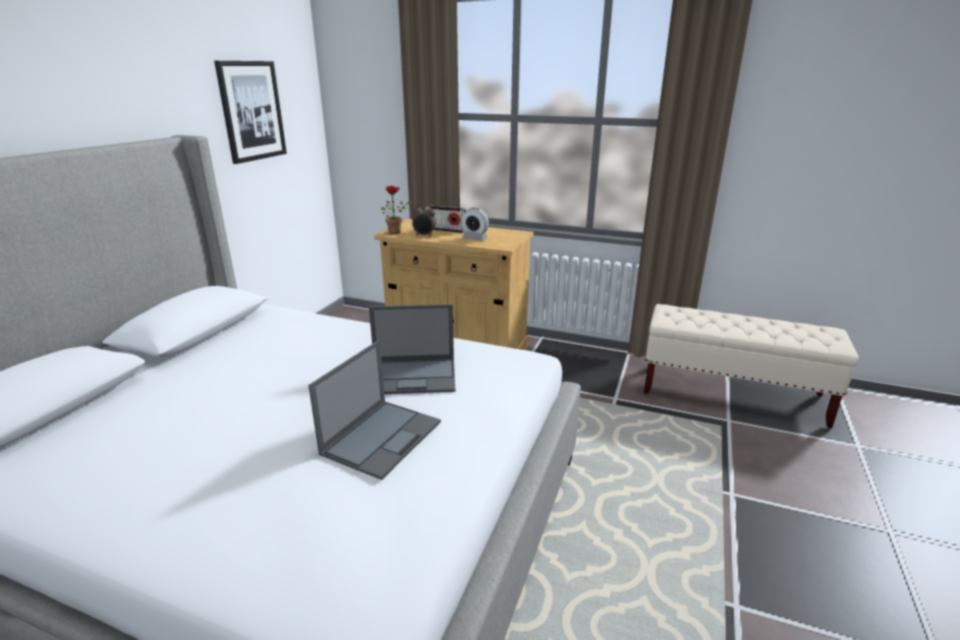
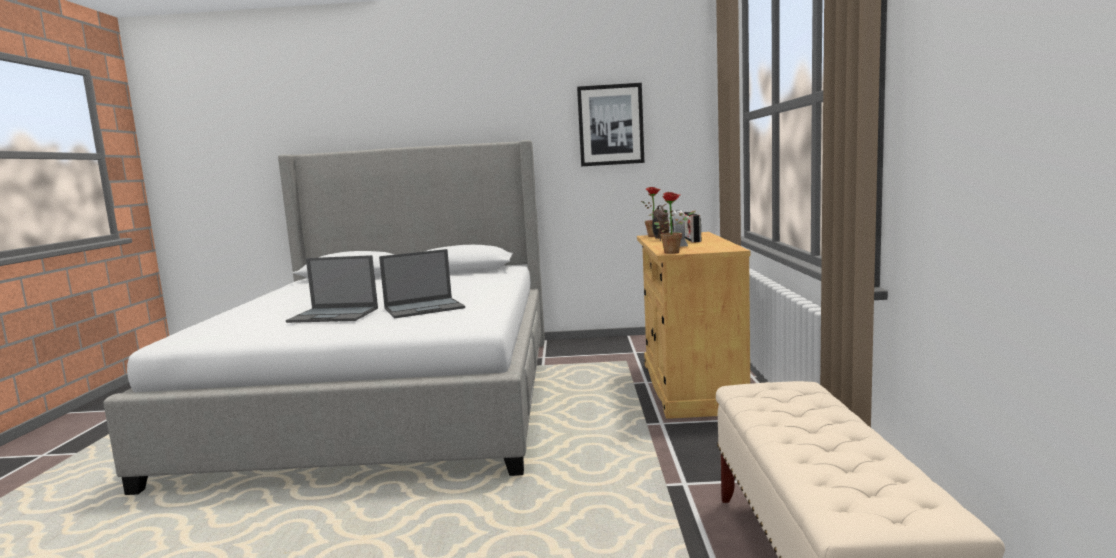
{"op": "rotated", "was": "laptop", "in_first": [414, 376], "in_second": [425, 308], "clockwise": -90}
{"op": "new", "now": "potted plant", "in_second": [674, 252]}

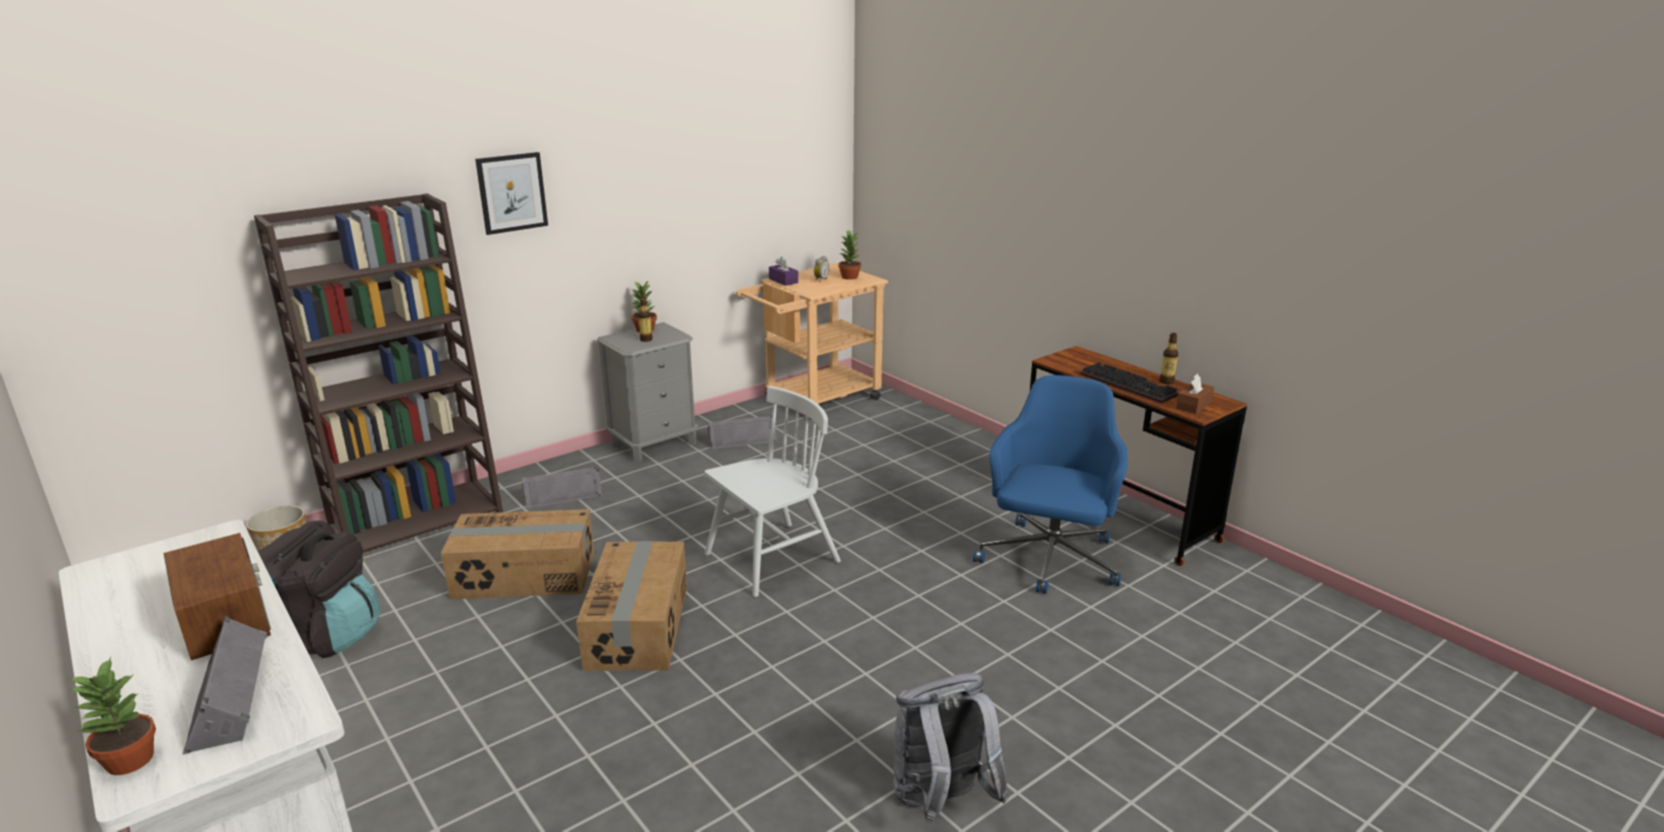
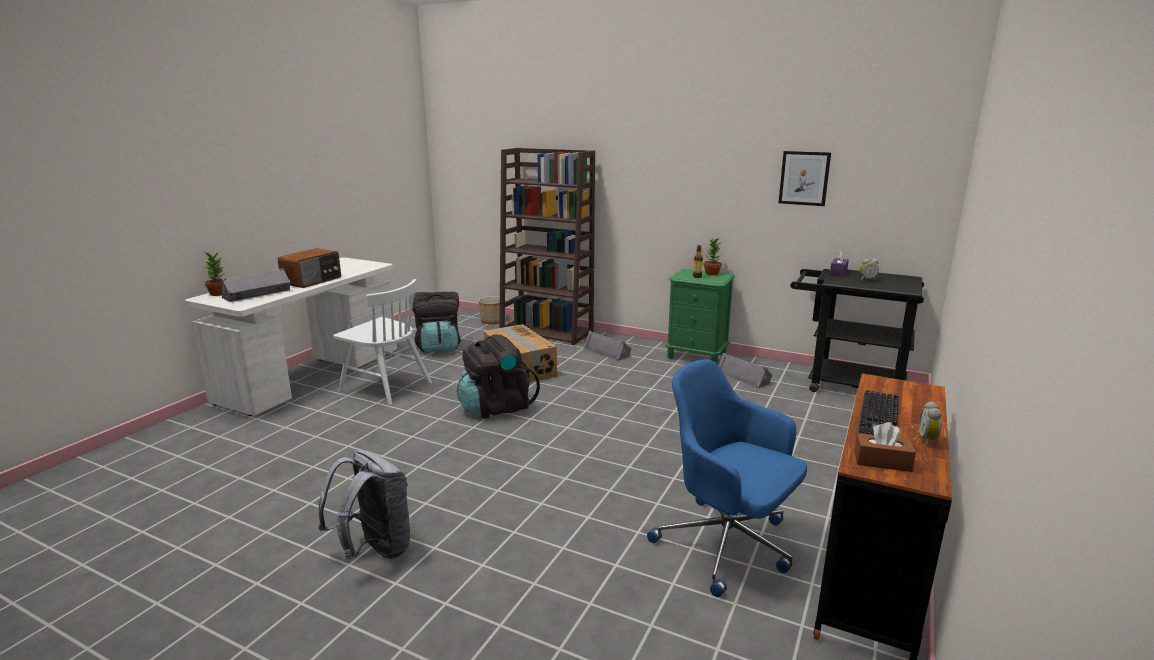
{"op": "shifted", "was": "picture", "in_first": [512, 193], "in_second": [804, 178]}
{"op": "swapped", "was": "cardboard box", "now": "backpack/black", "in_first": [639, 626], "in_second": [496, 408]}
{"op": "repainted", "was": "nightstand/grey", "now": "nightstand/green", "in_first": [655, 444], "in_second": [697, 356]}
{"op": "shifted", "was": "chair/white", "in_first": [772, 559], "in_second": [385, 387]}
{"op": "repainted", "was": "cart/beige", "now": "cart/black", "in_first": [814, 400], "in_second": [845, 384]}
{"op": "gone", "was": "potted plant", "in_first": [850, 277]}
{"op": "rotated", "was": "office chair/blue", "in_first": [1049, 561], "in_second": [727, 545], "clockwise": -135}
{"op": "swapped", "was": "bottle", "now": "alarm clock", "in_first": [1166, 381], "in_second": [929, 441]}

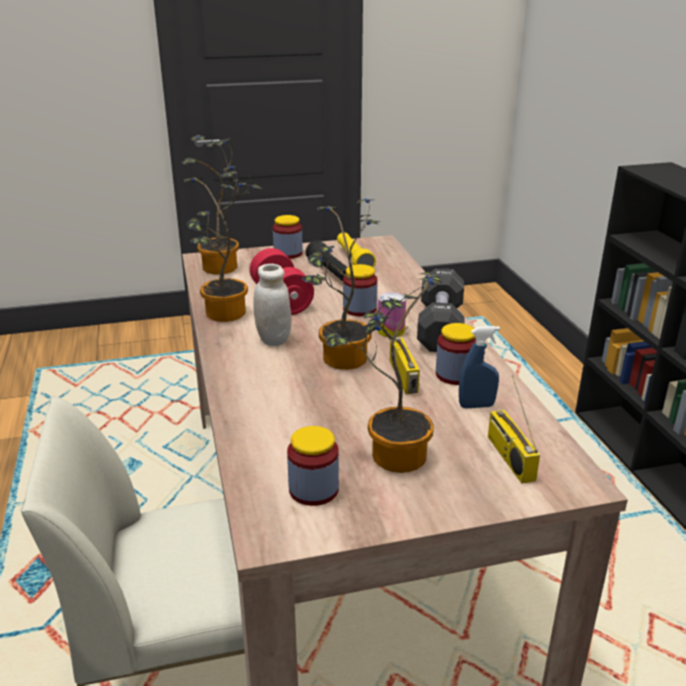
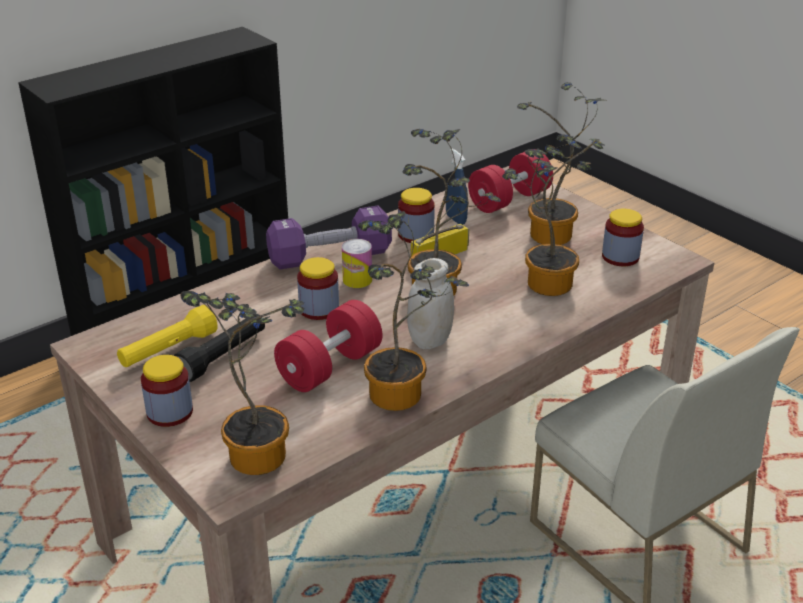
{"op": "repainted", "was": "dumbbell/black", "now": "dumbbell/purple", "in_first": [440, 327], "in_second": [330, 256]}
{"op": "swapped", "was": "radio", "now": "dumbbell/red", "in_first": [508, 457], "in_second": [509, 200]}
{"op": "new", "now": "potted plant", "in_second": [544, 281]}

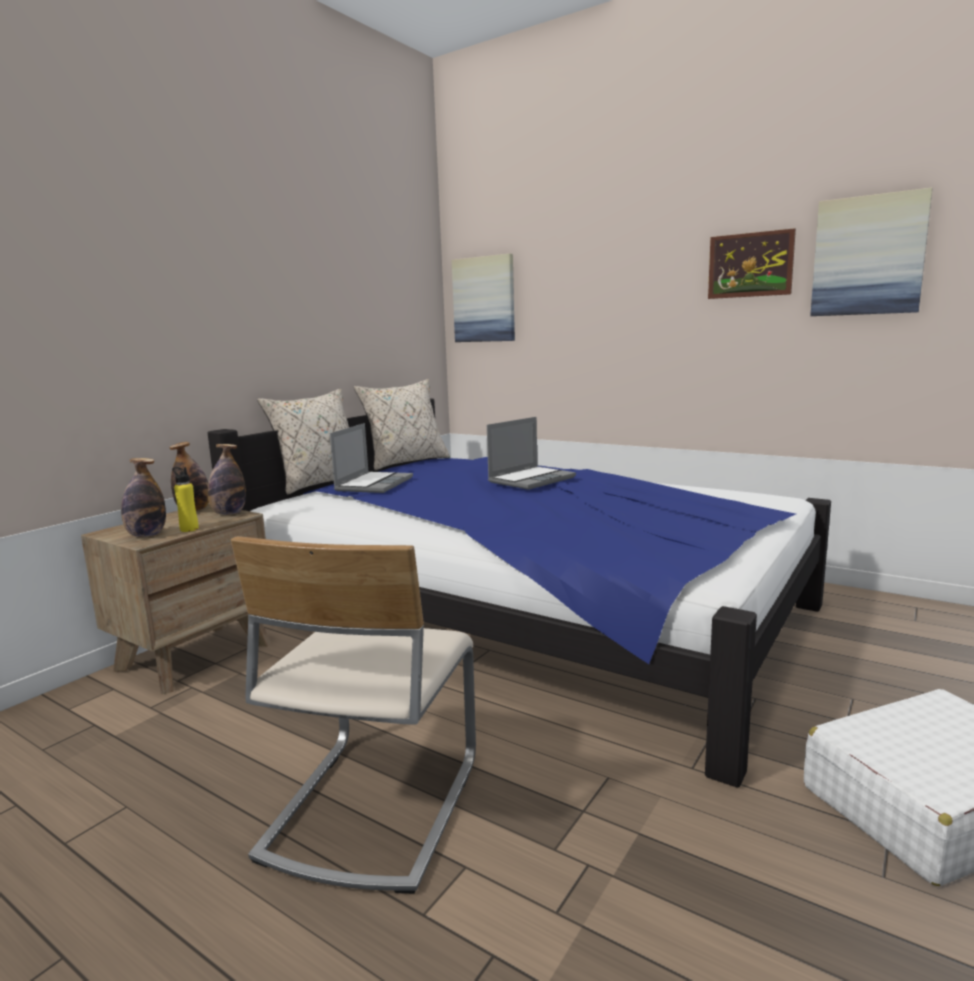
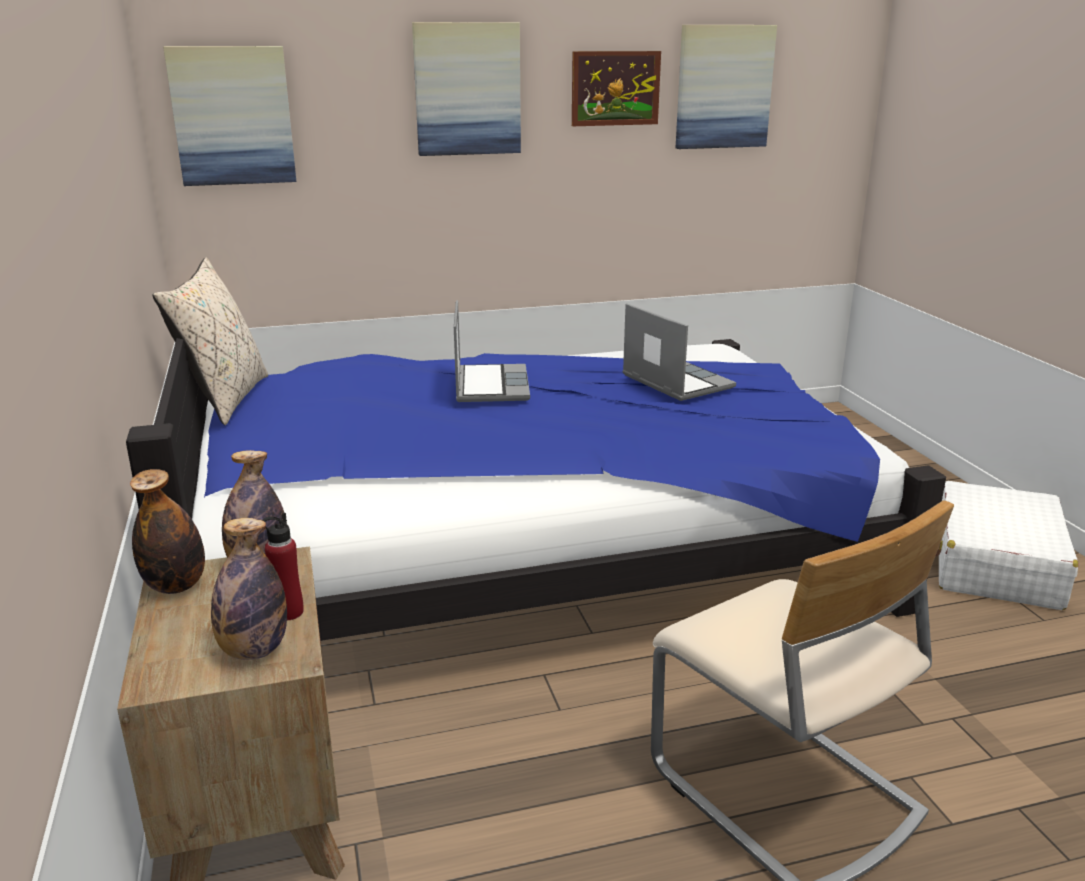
{"op": "repainted", "was": "bottle/yellow", "now": "bottle/red", "in_first": [189, 529], "in_second": [288, 612]}
{"op": "gone", "was": "pillow/beige", "in_first": [320, 483]}
{"op": "shifted", "was": "laptop", "in_first": [374, 484], "in_second": [675, 382]}
{"op": "new", "now": "picture", "in_second": [467, 89]}

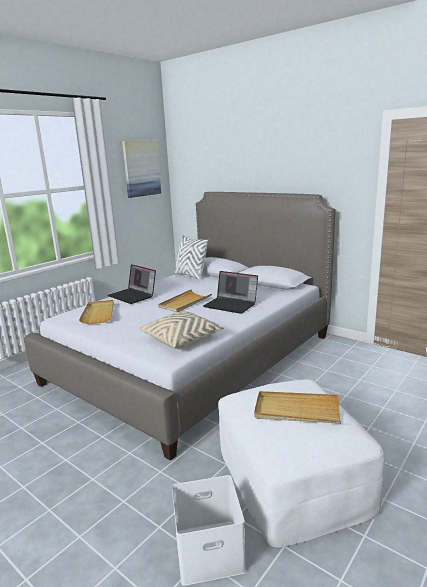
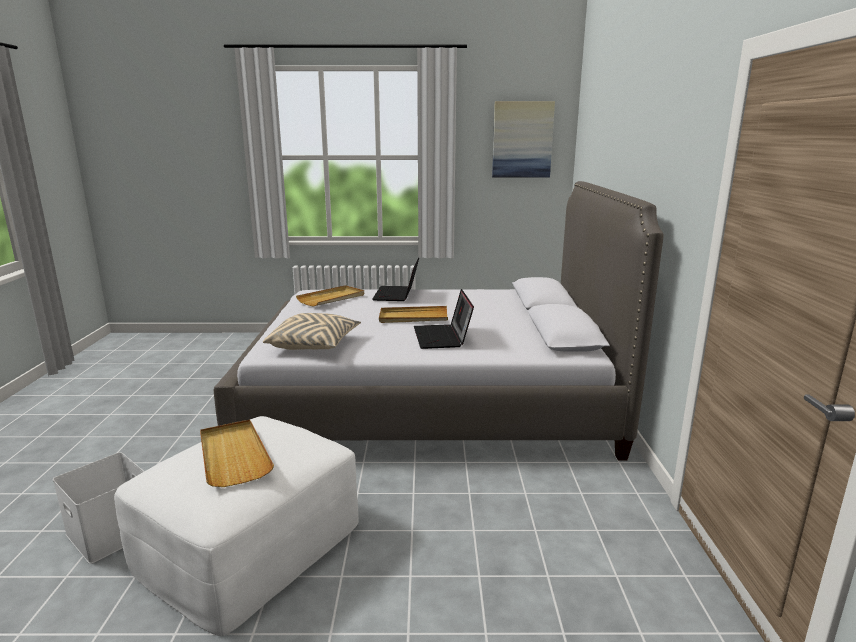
{"op": "gone", "was": "pillow/white", "in_first": [191, 275]}

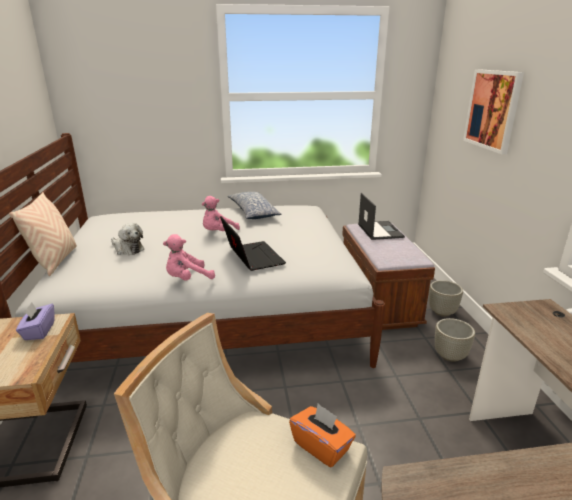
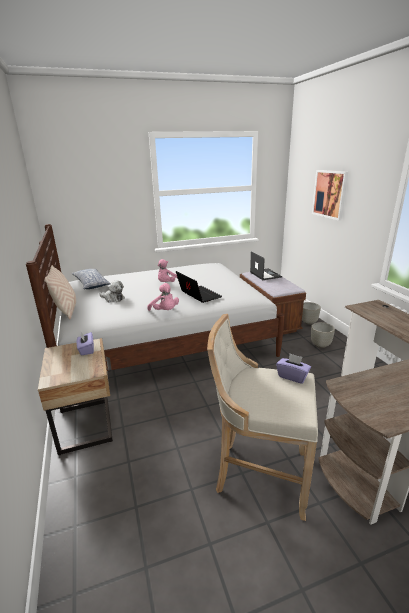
{"op": "rotated", "was": "plush toy/pink", "in_first": [187, 279], "in_second": [165, 311], "clockwise": -90}
{"op": "shifted", "was": "pillow", "in_first": [253, 212], "in_second": [91, 284]}
{"op": "repainted", "was": "tissue box/orange", "now": "tissue box/purple", "in_first": [321, 446], "in_second": [292, 376]}

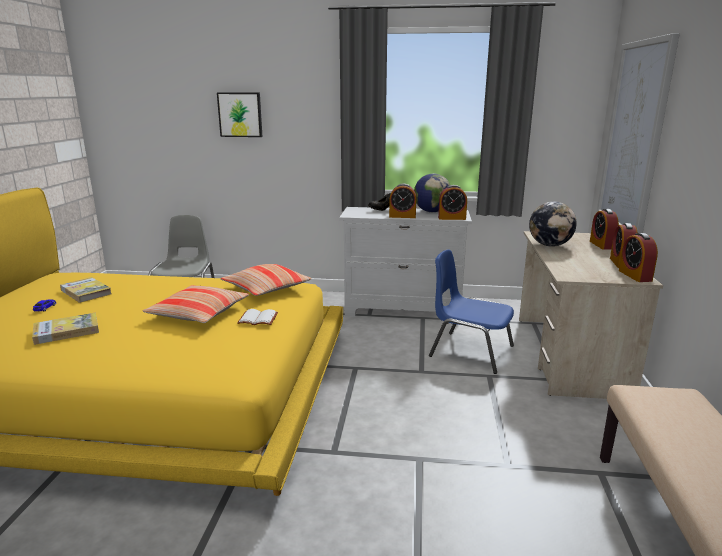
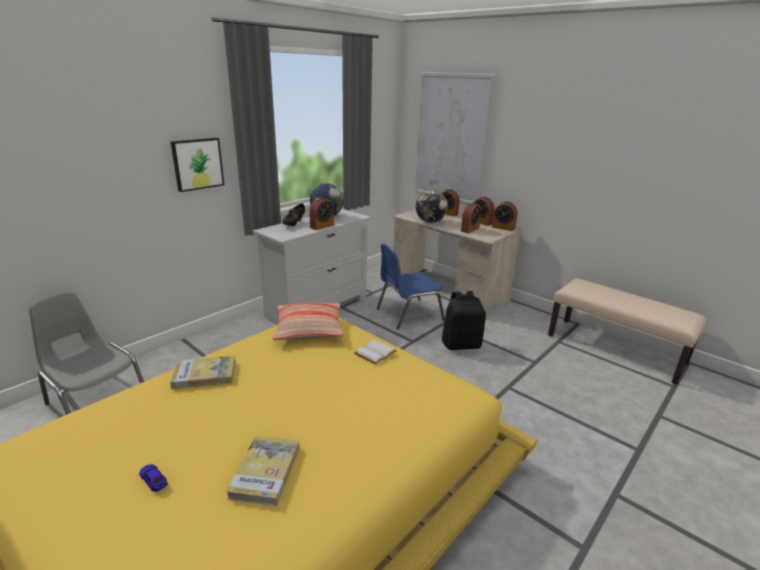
{"op": "shifted", "was": "book", "in_first": [86, 292], "in_second": [204, 374]}
{"op": "gone", "was": "pillow", "in_first": [199, 313]}
{"op": "shifted", "was": "picture", "in_first": [240, 114], "in_second": [197, 164]}
{"op": "shifted", "was": "alarm clock", "in_first": [452, 218], "in_second": [469, 229]}
{"op": "new", "now": "backpack/black", "in_second": [461, 344]}

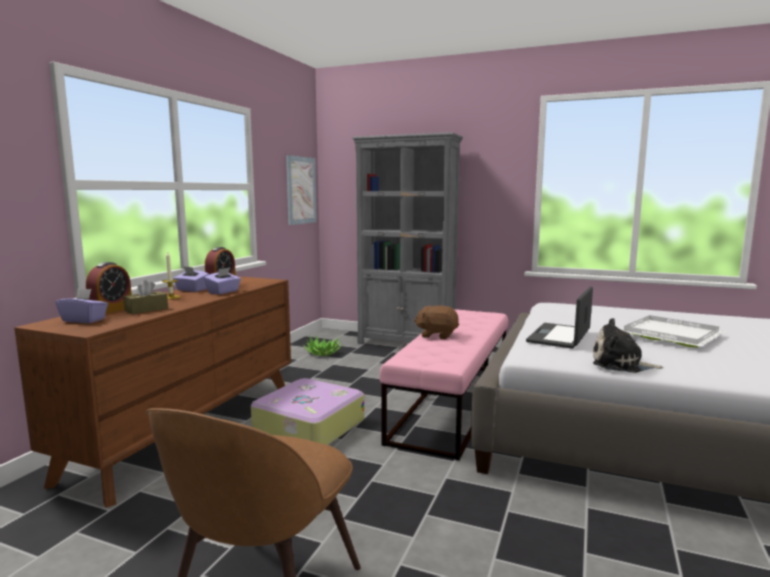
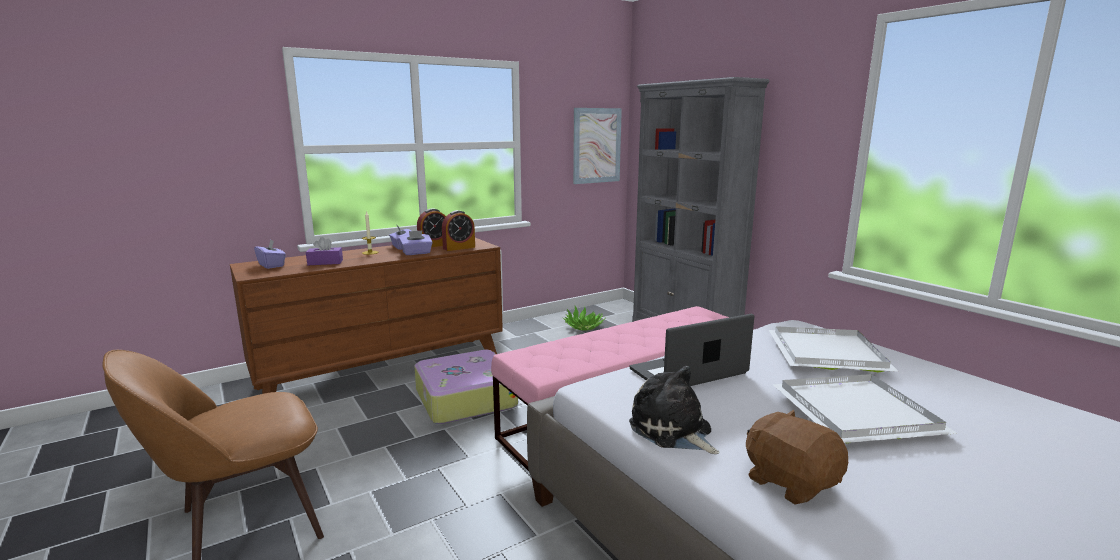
{"op": "shifted", "was": "alarm clock", "in_first": [111, 310], "in_second": [459, 248]}
{"op": "repainted", "was": "tissue box/brown", "now": "tissue box/purple", "in_first": [146, 310], "in_second": [325, 262]}
{"op": "shifted", "was": "plush toy/brown", "in_first": [437, 335], "in_second": [790, 482]}
{"op": "new", "now": "tray/white", "in_second": [824, 352]}

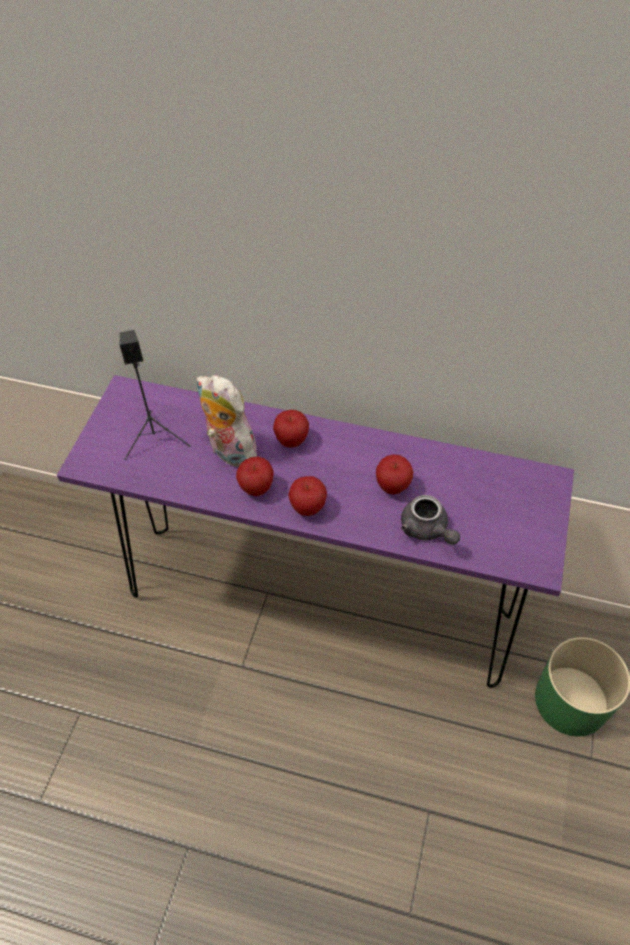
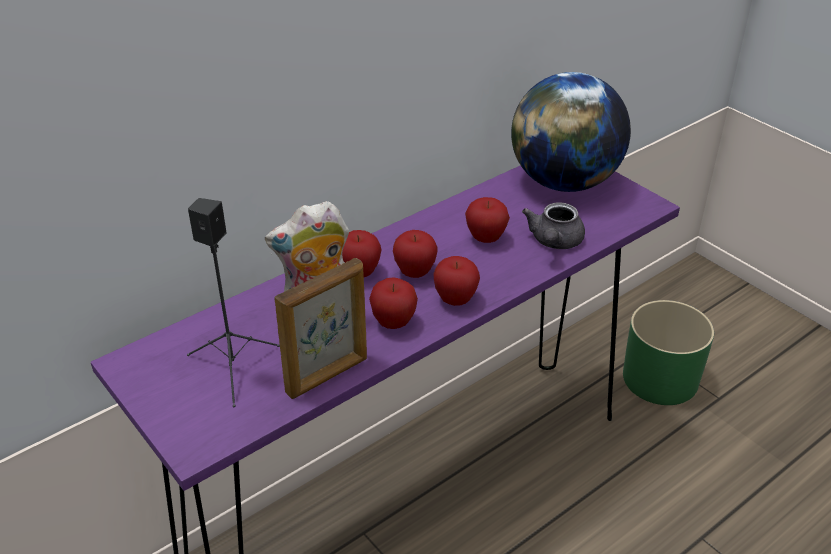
{"op": "rotated", "was": "teapot/grey", "in_first": [427, 530], "in_second": [554, 242], "clockwise": 105}
{"op": "new", "now": "picture frame", "in_second": [328, 376]}
{"op": "new", "now": "apple", "in_second": [415, 272]}
{"op": "new", "now": "globe", "in_second": [564, 182]}

